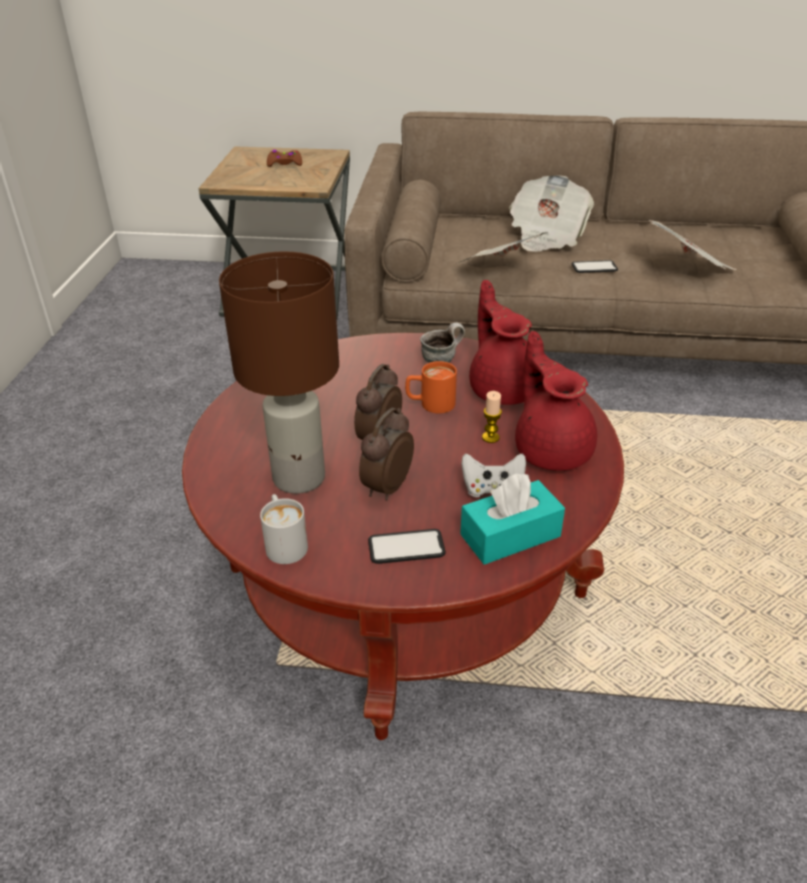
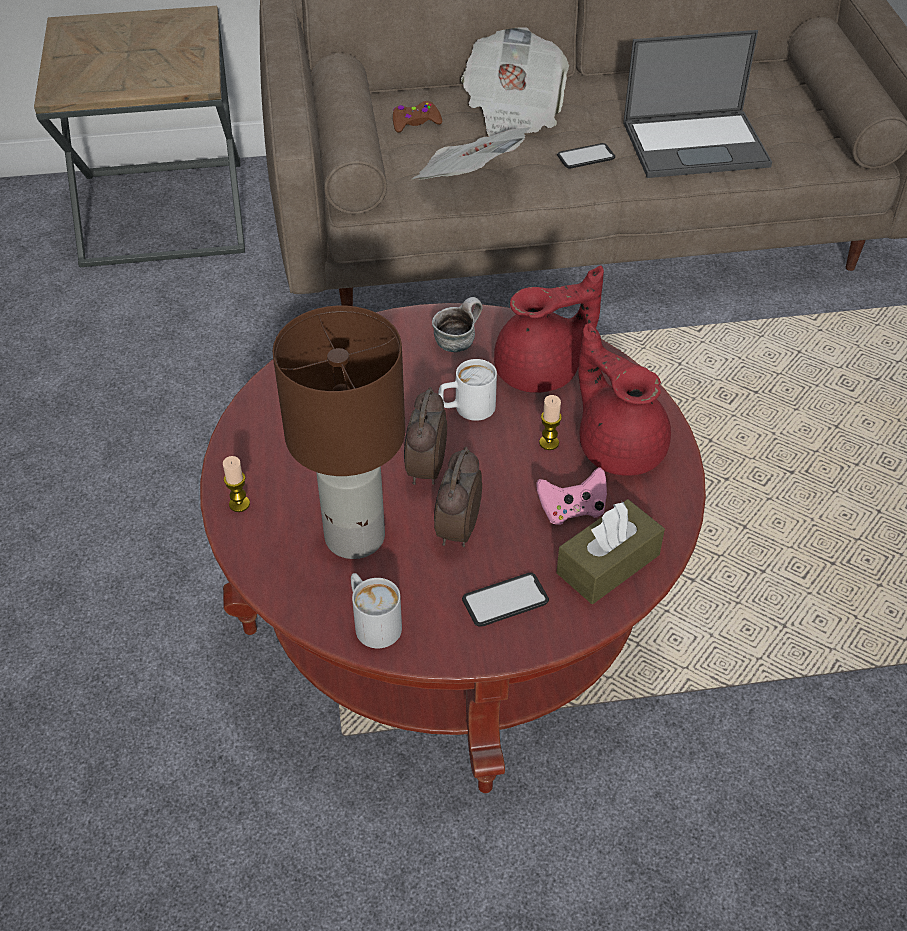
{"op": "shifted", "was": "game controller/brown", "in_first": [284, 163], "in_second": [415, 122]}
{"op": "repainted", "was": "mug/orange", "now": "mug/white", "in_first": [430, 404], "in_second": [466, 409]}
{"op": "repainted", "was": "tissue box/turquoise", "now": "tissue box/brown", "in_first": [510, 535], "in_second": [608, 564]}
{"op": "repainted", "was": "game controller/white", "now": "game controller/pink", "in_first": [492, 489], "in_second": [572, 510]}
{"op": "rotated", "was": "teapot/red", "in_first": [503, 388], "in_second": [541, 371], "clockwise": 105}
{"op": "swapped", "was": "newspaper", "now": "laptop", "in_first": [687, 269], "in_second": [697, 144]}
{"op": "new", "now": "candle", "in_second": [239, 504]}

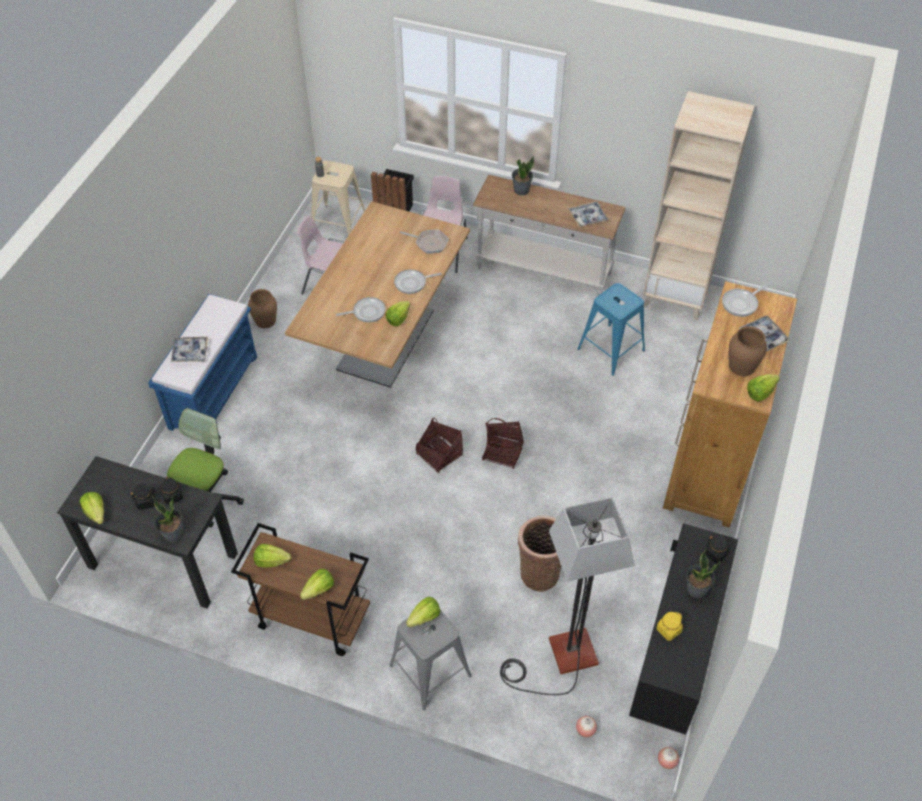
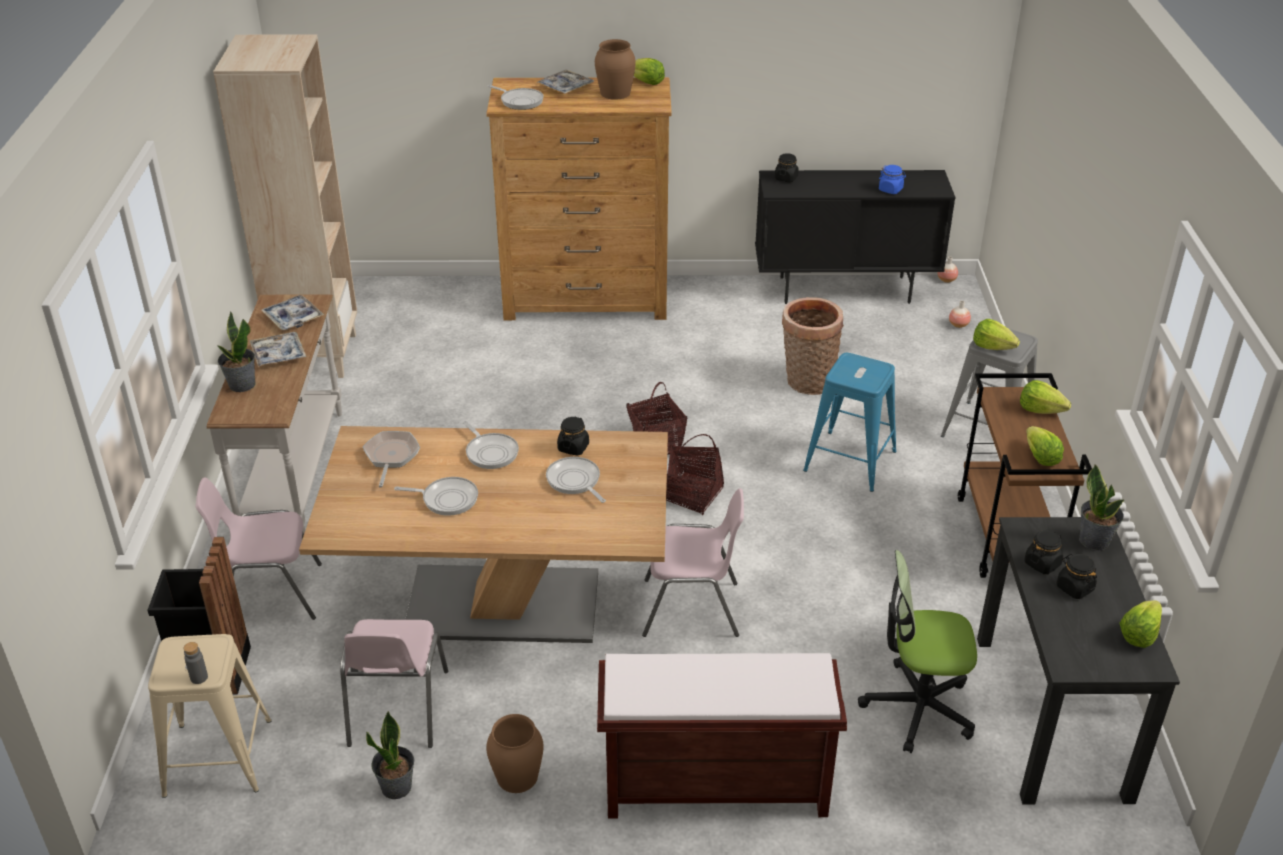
{"op": "repainted", "was": "bench/blue", "now": "bench/brown", "in_first": [213, 391], "in_second": [713, 786]}
{"op": "shifted", "was": "tray", "in_first": [190, 352], "in_second": [278, 354]}
{"op": "swapped", "was": "lettuce", "now": "jar/black", "in_first": [398, 319], "in_second": [573, 447]}
{"op": "gone", "was": "floor lamp", "in_first": [560, 659]}
{"op": "shifted", "was": "stool/blue", "in_first": [610, 349], "in_second": [850, 461]}
{"op": "repainted", "was": "jar/yellow", "now": "jar/blue", "in_first": [668, 630], "in_second": [890, 190]}
{"op": "shifted", "was": "potted plant", "in_first": [696, 589], "in_second": [397, 787]}
{"op": "new", "now": "frying pan", "in_second": [447, 499]}
{"op": "new", "now": "chair/pink", "in_second": [692, 609]}

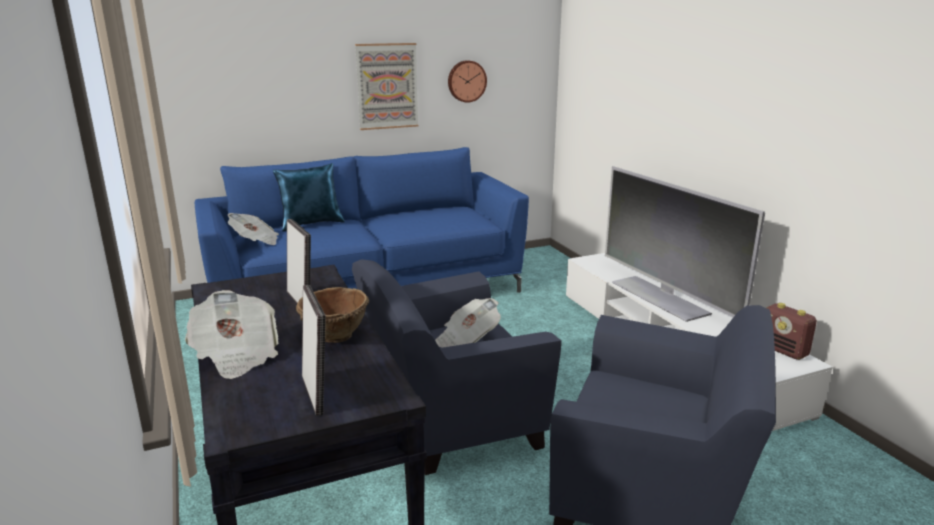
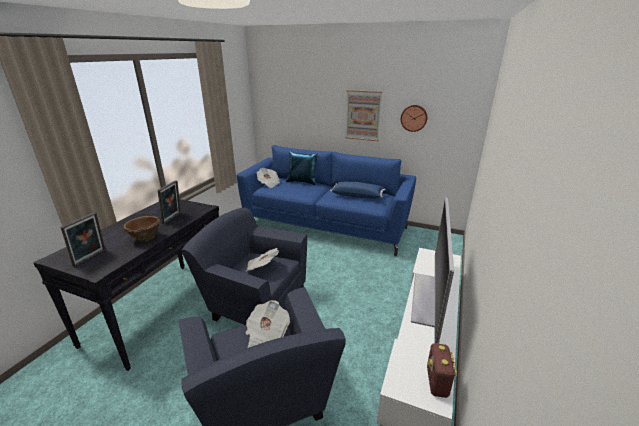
{"op": "shifted", "was": "newspaper", "in_first": [236, 355], "in_second": [266, 336]}
{"op": "new", "now": "pillow/blue", "in_second": [357, 195]}

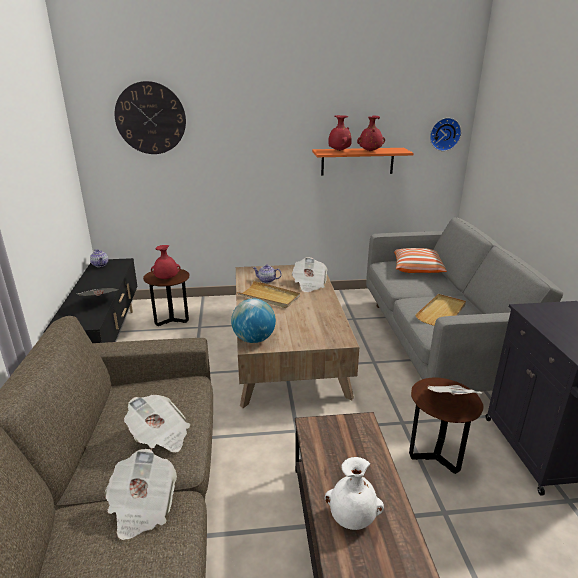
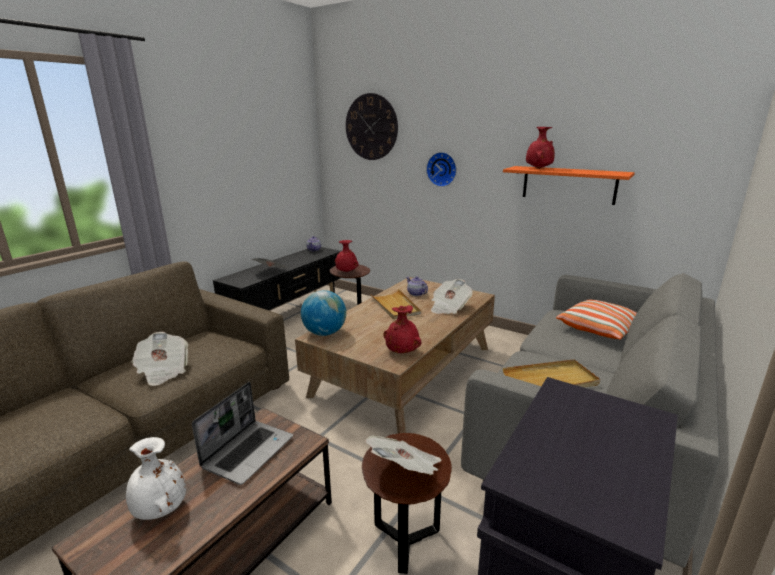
{"op": "gone", "was": "newspaper", "in_first": [142, 507]}
{"op": "shifted", "was": "vase/red", "in_first": [370, 151], "in_second": [402, 351]}
{"op": "shifted", "was": "wall clock", "in_first": [444, 134], "in_second": [442, 169]}
{"op": "new", "now": "laptop", "in_second": [248, 451]}

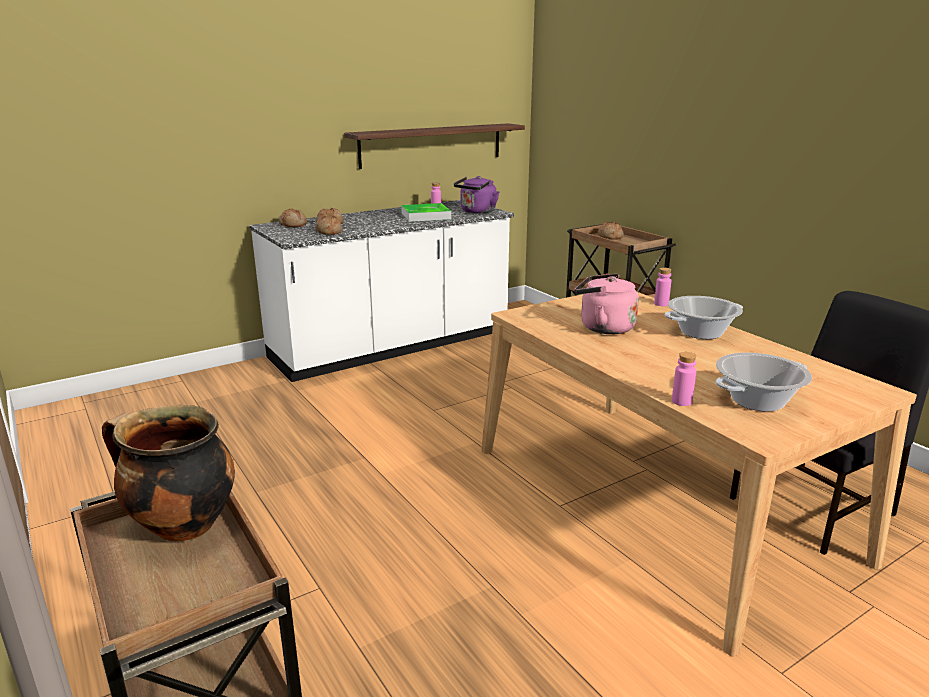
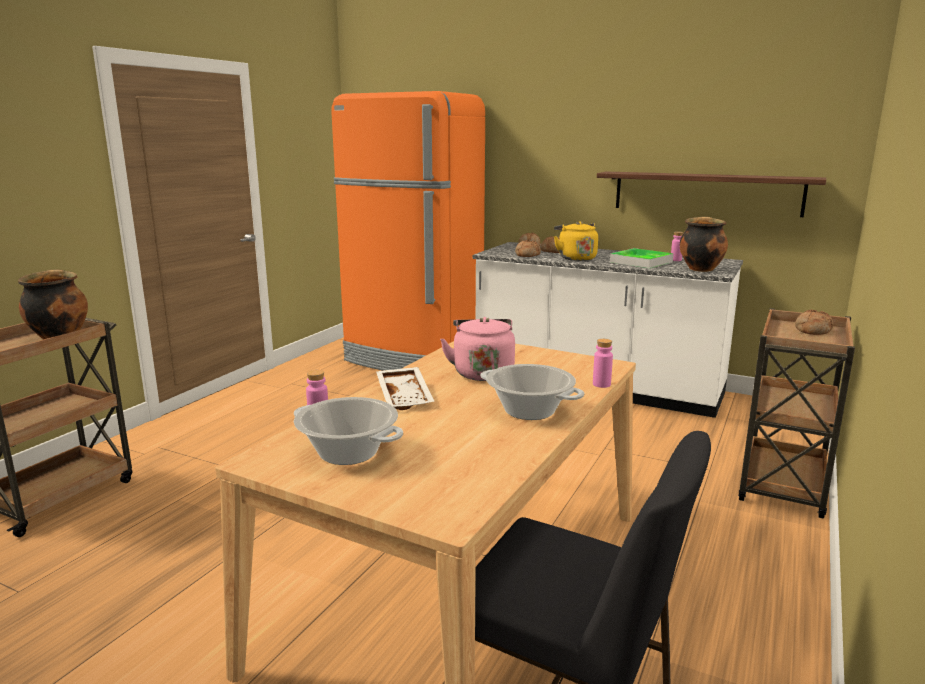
{"op": "swapped", "was": "kettle/purple", "now": "cooking pot", "in_first": [476, 212], "in_second": [700, 269]}
{"op": "new", "now": "fridge/orange", "in_second": [414, 358]}
{"op": "new", "now": "tray/white", "in_second": [406, 396]}
{"op": "new", "now": "kettle/yellow", "in_second": [575, 258]}

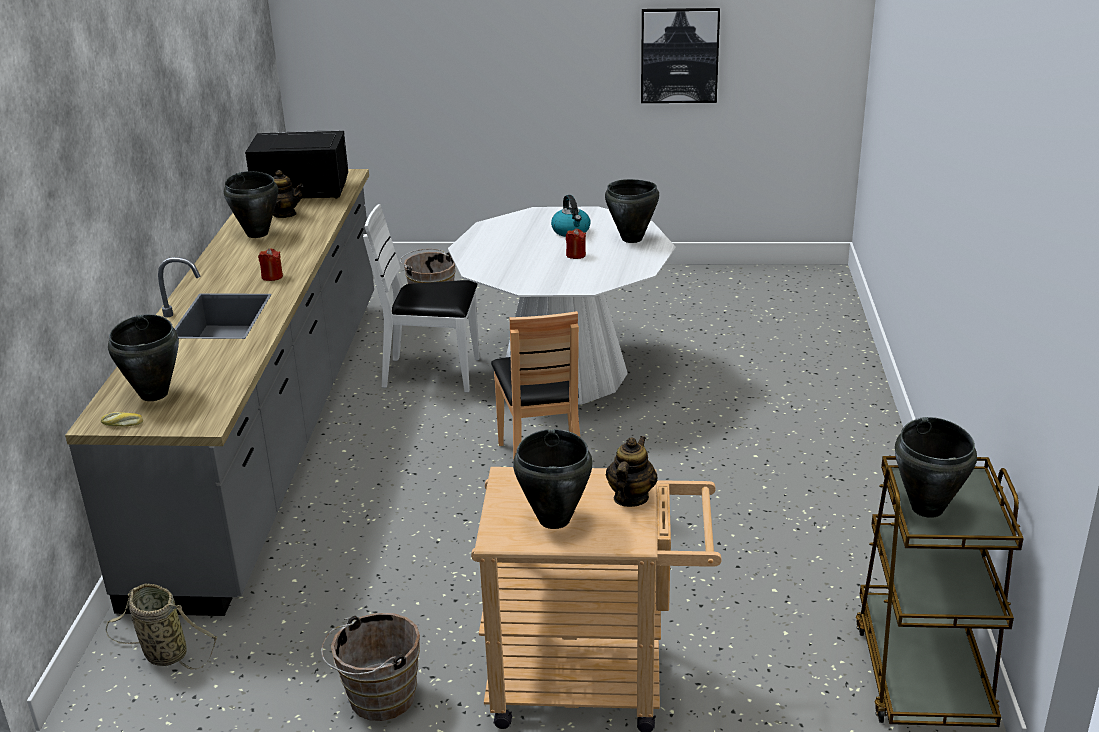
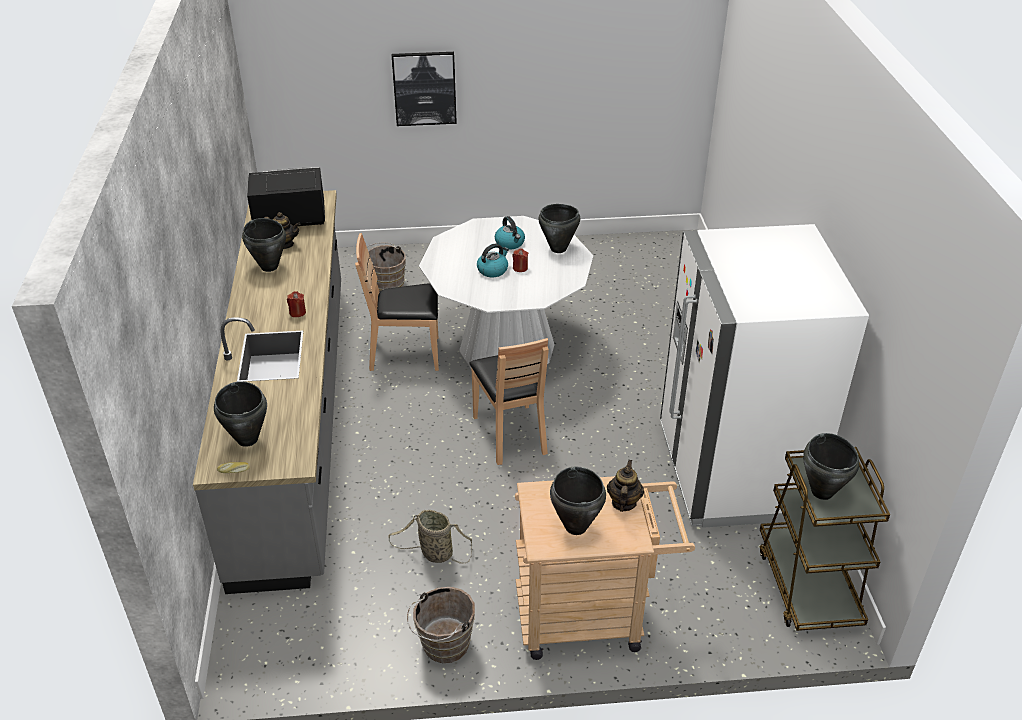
{"op": "shifted", "was": "basket", "in_first": [162, 653], "in_second": [434, 553]}
{"op": "repainted", "was": "chair/white", "now": "chair/brown", "in_first": [432, 374], "in_second": [405, 355]}
{"op": "shifted", "was": "picture", "in_first": [679, 55], "in_second": [424, 88]}
{"op": "new", "now": "kettle", "in_second": [493, 270]}
{"op": "new", "now": "fridge/white", "in_second": [732, 472]}

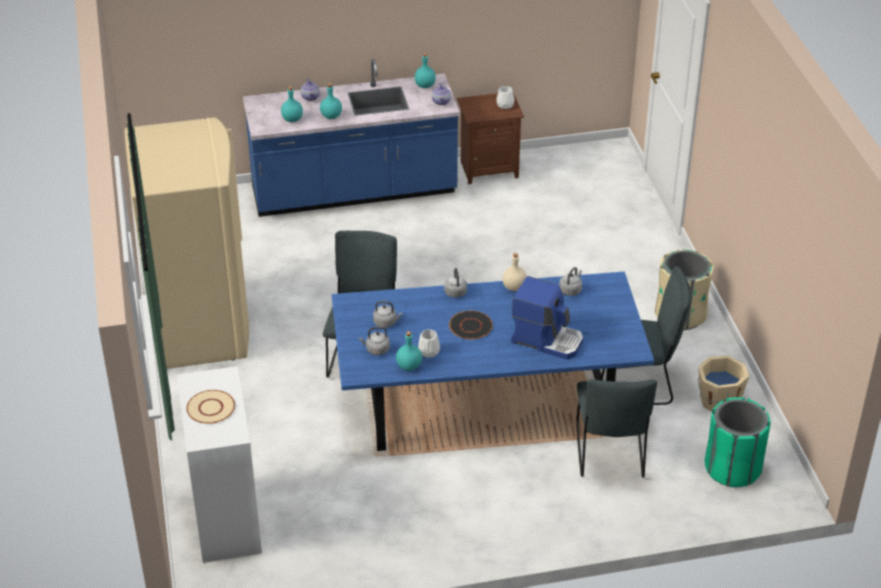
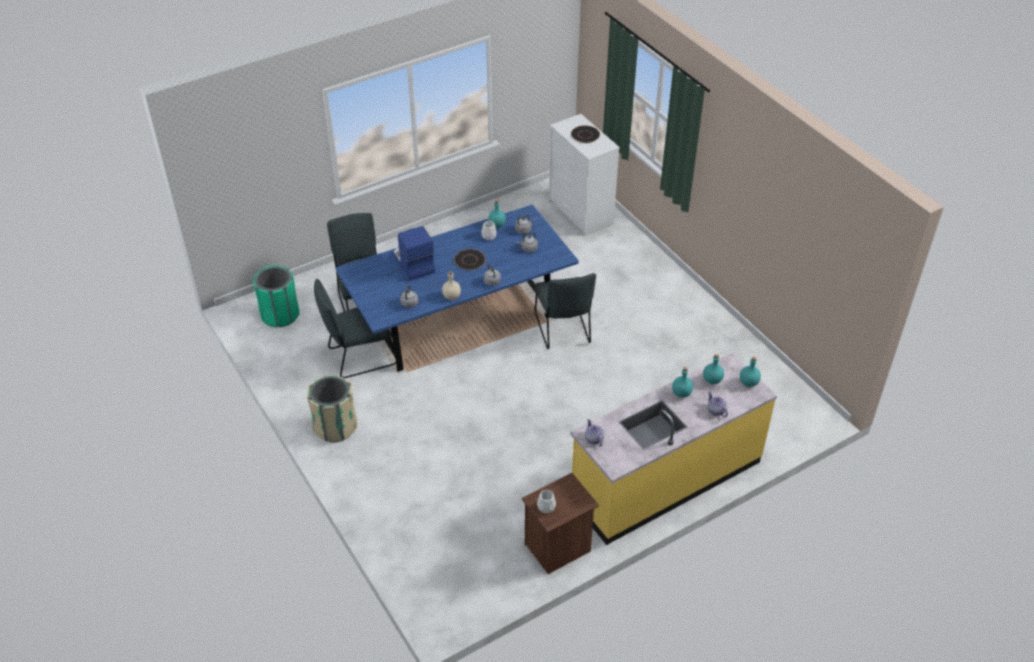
{"op": "gone", "was": "fridge/beige", "in_first": [200, 328]}
{"op": "repainted", "was": "plate/beige", "now": "plate/black", "in_first": [210, 408], "in_second": [585, 135]}
{"op": "repainted", "was": "counter/blue", "now": "counter/yellow", "in_first": [354, 193], "in_second": [665, 480]}
{"op": "shifted", "was": "bottle/turquoise", "in_first": [425, 85], "in_second": [748, 383]}
{"op": "rotated", "was": "coffee machine", "in_first": [547, 339], "in_second": [413, 263], "clockwise": 60}
{"op": "gone", "was": "bucket/beige", "in_first": [718, 400]}

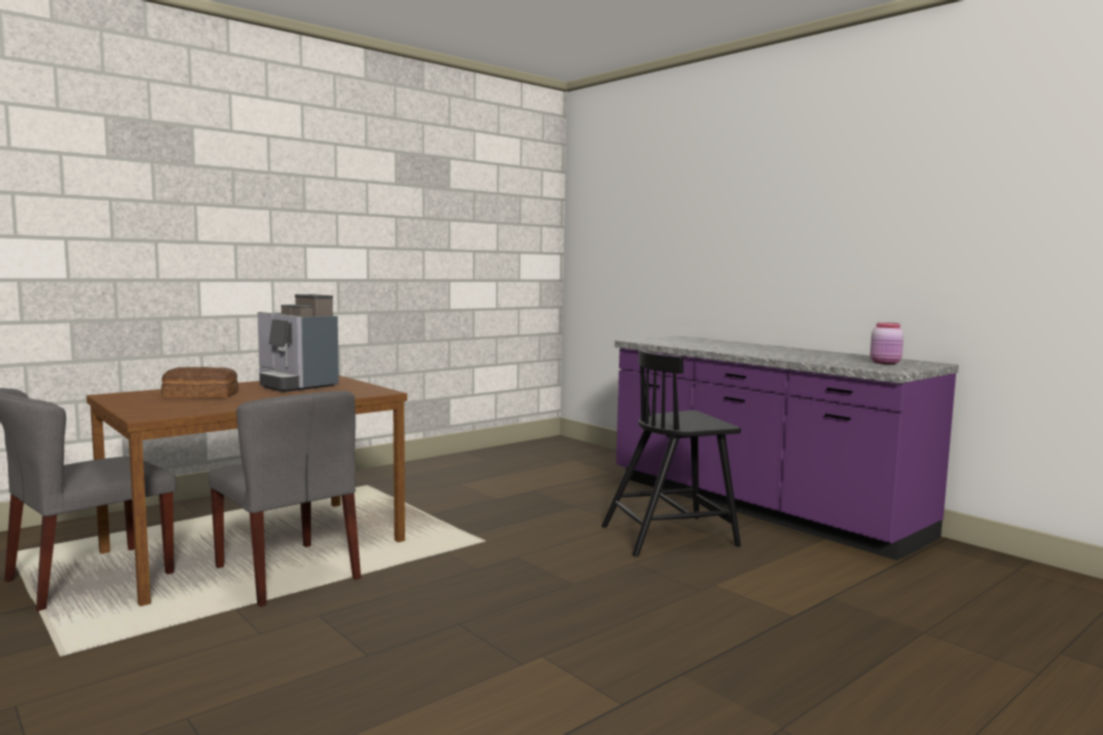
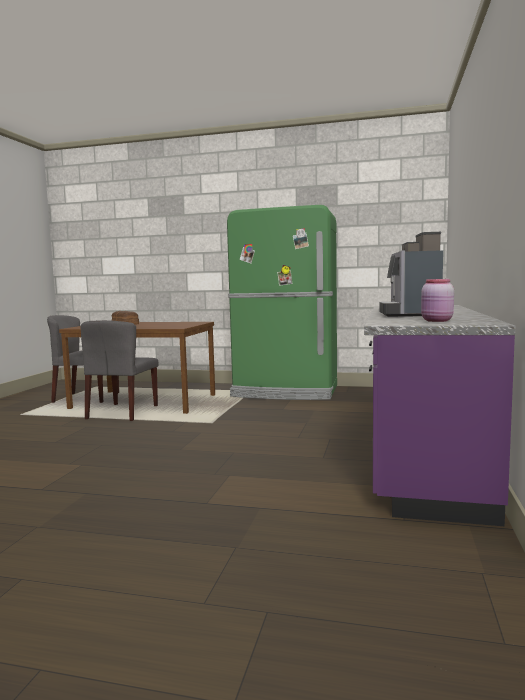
{"op": "shifted", "was": "coffee machine", "in_first": [295, 385], "in_second": [410, 314]}
{"op": "gone", "was": "chair/black", "in_first": [671, 536]}
{"op": "new", "now": "fridge/green", "in_second": [286, 392]}

